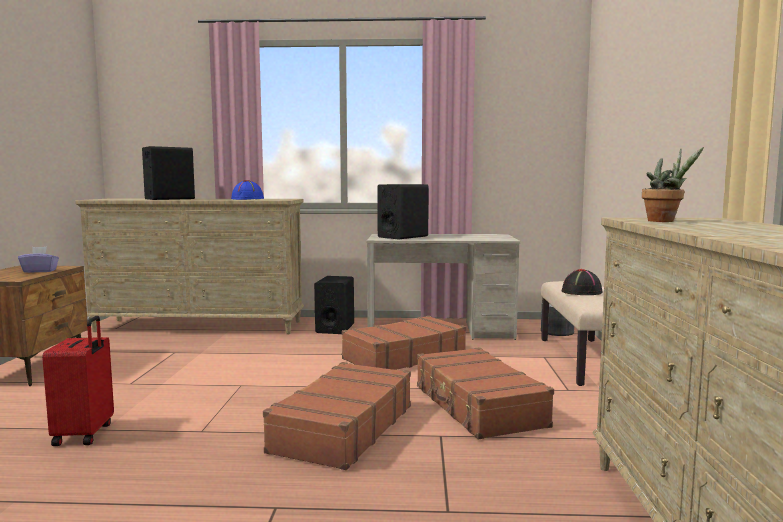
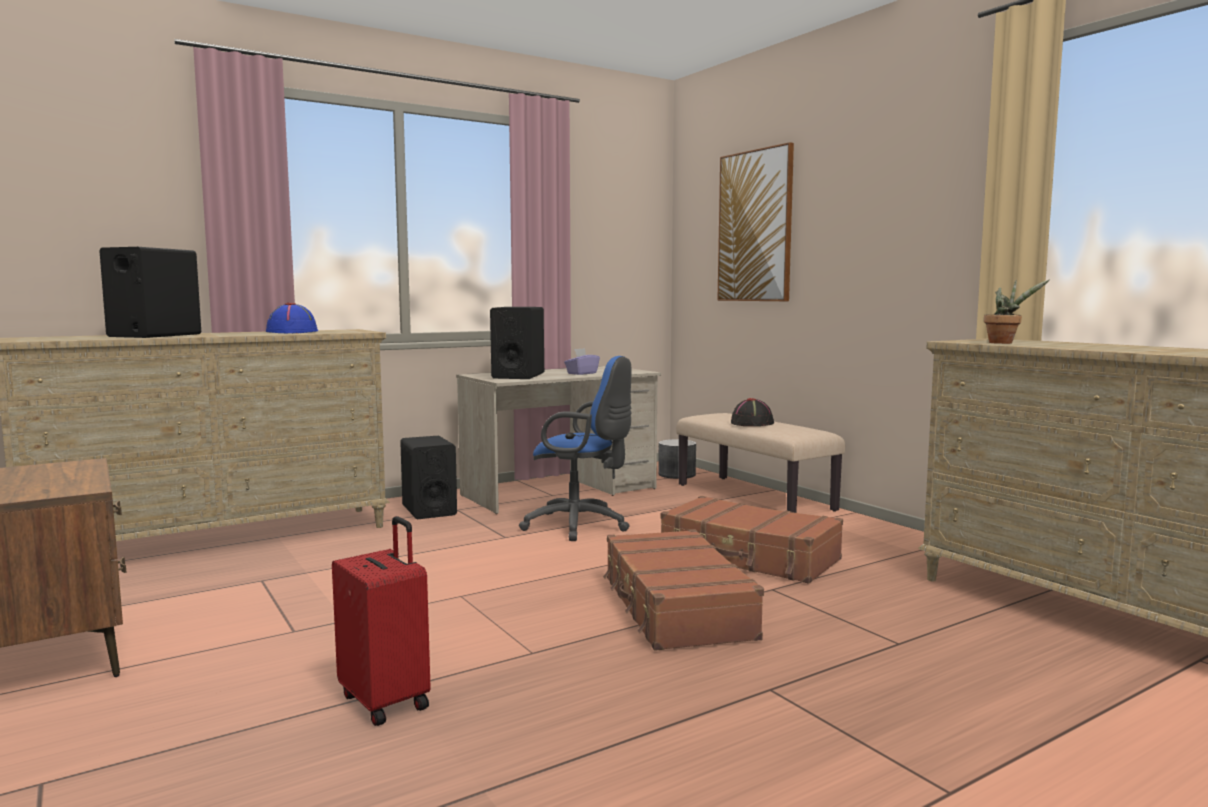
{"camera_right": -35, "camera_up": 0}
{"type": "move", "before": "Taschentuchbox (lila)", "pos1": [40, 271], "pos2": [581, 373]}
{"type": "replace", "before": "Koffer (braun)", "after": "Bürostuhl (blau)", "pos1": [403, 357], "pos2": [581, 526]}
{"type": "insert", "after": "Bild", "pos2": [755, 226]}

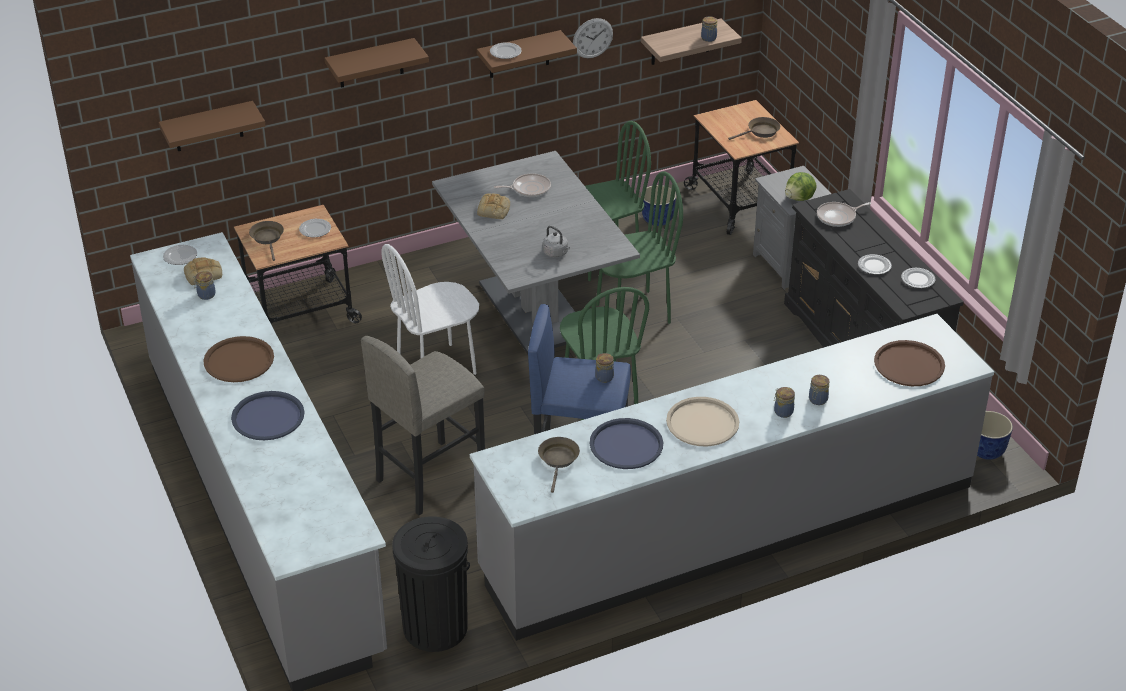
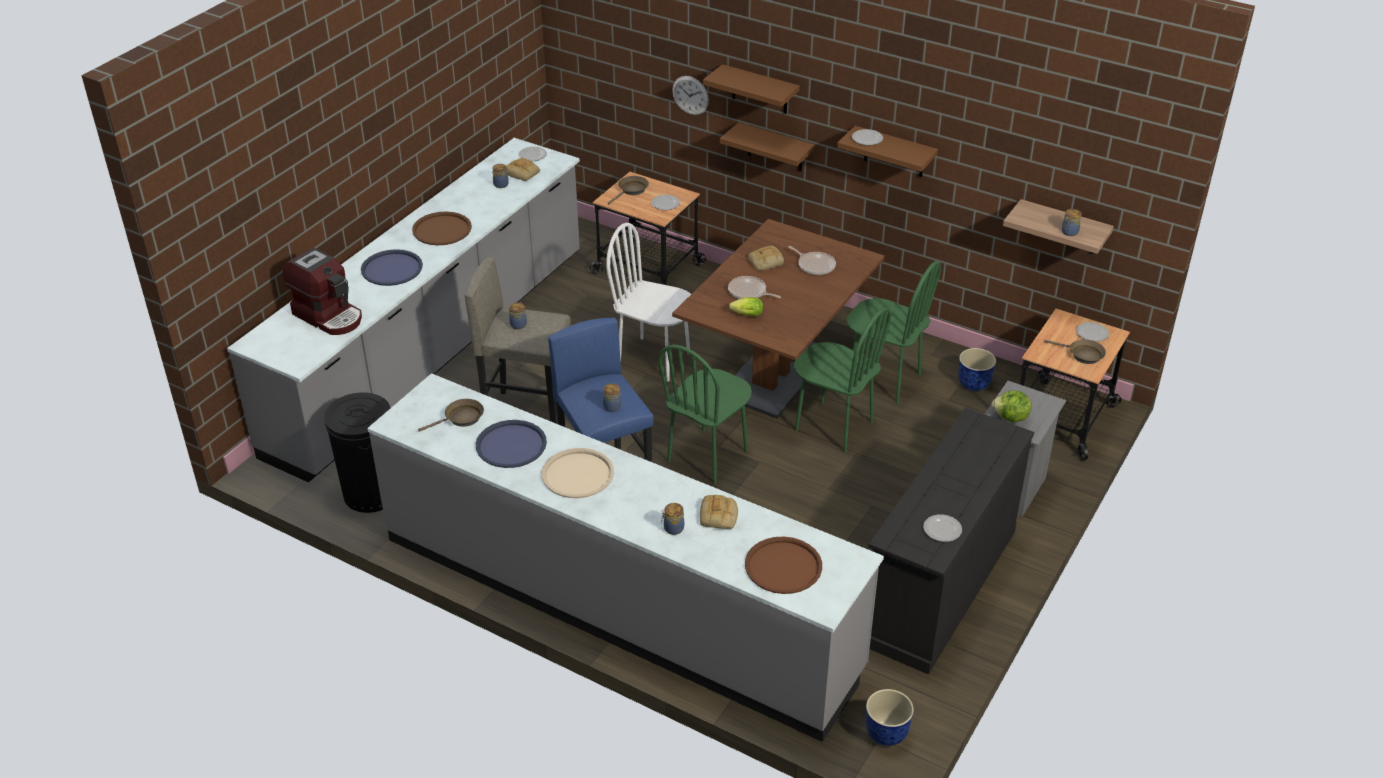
{"camera_right": 55, "camera_up": 0}
{"type": "move", "before": "Wanduhr", "pos1": [592, 38], "pos2": [690, 95]}
{"type": "move", "before": "Wandregal (braun)", "pos1": [208, 127], "pos2": [775, 148]}
{"type": "recolor", "before": "Esstisch (grau)", "after": "Esstisch (braun)", "pos1": [534, 310], "pos2": [776, 374]}
{"type": "move", "before": "Pfanne", "pos1": [838, 217], "pos2": [749, 292]}
{"type": "replace", "before": "Wasserkessel (grau)", "after": "Salatkopf", "pos1": [556, 253], "pos2": [745, 315]}
{"type": "move", "before": "Teller", "pos1": [874, 266], "pos2": [1092, 334]}
{"type": "move", "before": "Vorratsglas", "pos1": [782, 411], "pos2": [518, 324]}
{"type": "insert", "after": "Kaffeemaschine", "pos2": [329, 316]}
{"type": "insert", "after": "Brot", "pos2": [719, 516]}

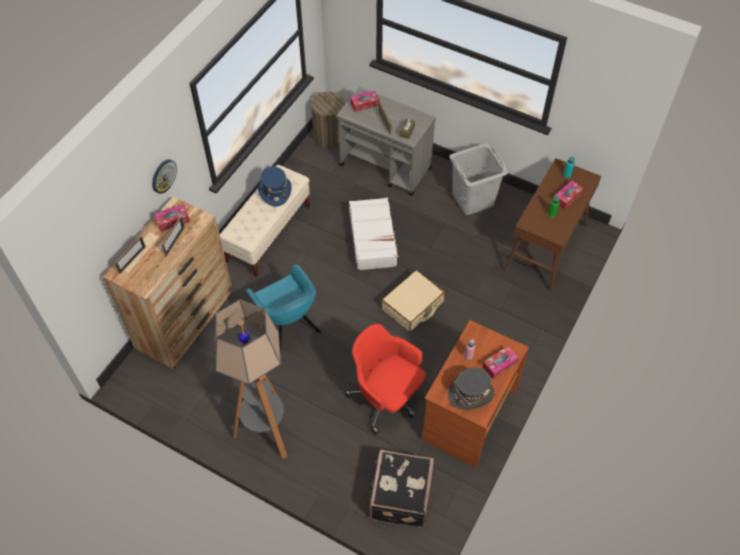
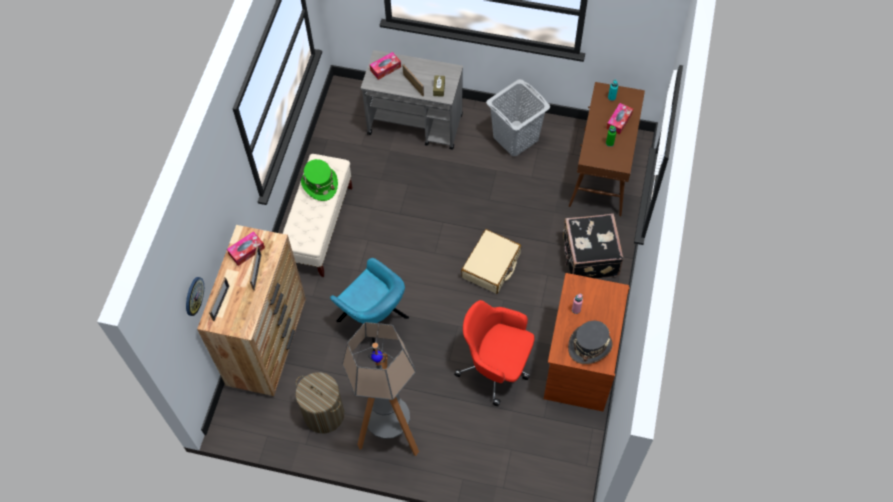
{"camera_right": -15, "camera_up": 5}
{"type": "move", "before": "Wäschekorb", "pos1": [329, 137], "pos2": [324, 414]}
{"type": "move", "before": "Wanduhr", "pos1": [163, 176], "pos2": [193, 296]}
{"type": "recolor", "before": "Hut (blau)", "after": "Hut (grün)", "pos1": [275, 191], "pos2": [319, 184]}
{"type": "delete", "before": "Koffer (weiß)", "pos1": [373, 239]}
{"type": "delete", "before": "Taschentuchbox", "pos1": [499, 365]}
{"type": "move", "before": "Koffer (schwarz)", "pos1": [399, 497], "pos2": [589, 257]}

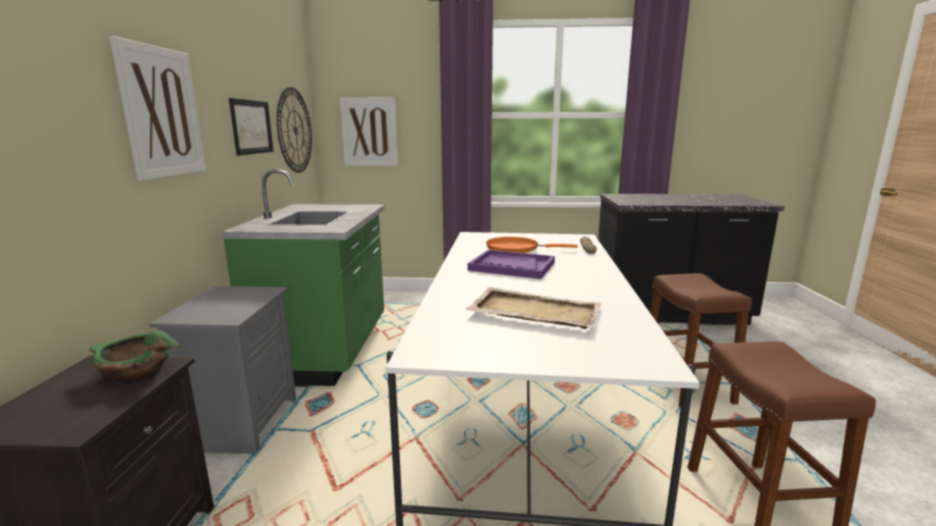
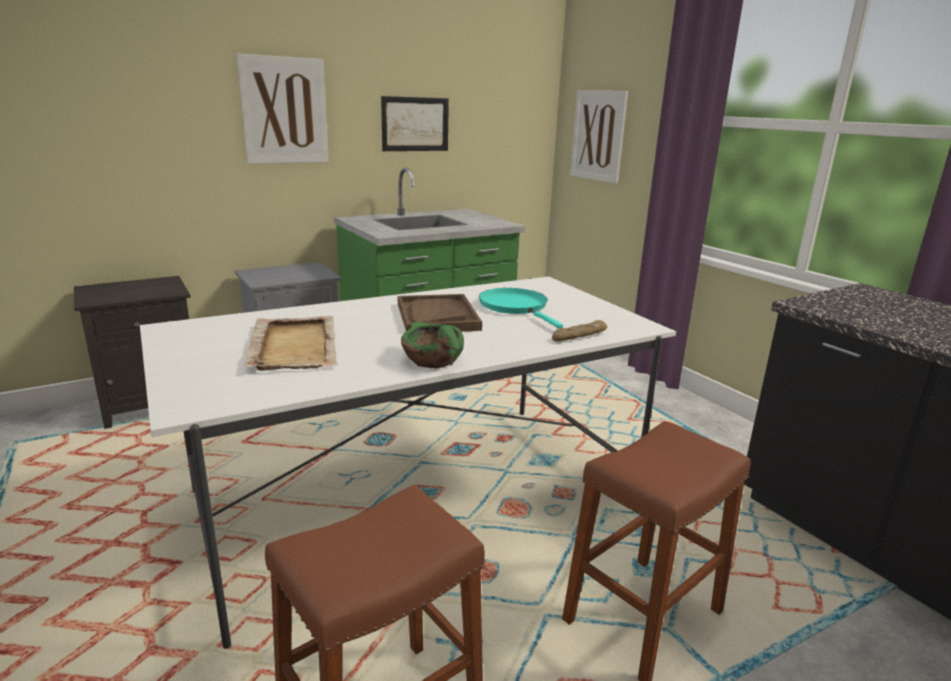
{"camera_right": 55, "camera_up": 5}
{"type": "delete", "before": "Wanduhr", "pos1": [295, 130]}
{"type": "recolor", "before": "Pfanne (orange)", "after": "Pfanne (türkis)", "pos1": [516, 248], "pos2": [515, 307]}
{"type": "recolor", "before": "Tablett (lila)", "after": "Tablett (braun)", "pos1": [511, 266], "pos2": [437, 316]}
{"type": "move", "before": "Schüssel (grün)", "pos1": [136, 371], "pos2": [432, 360]}

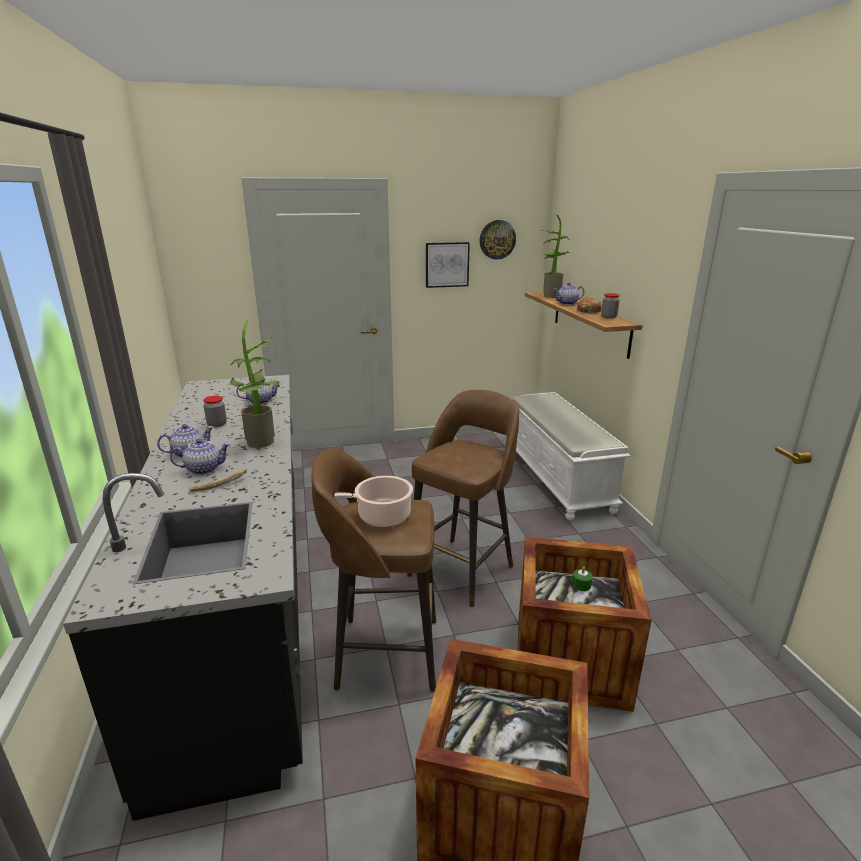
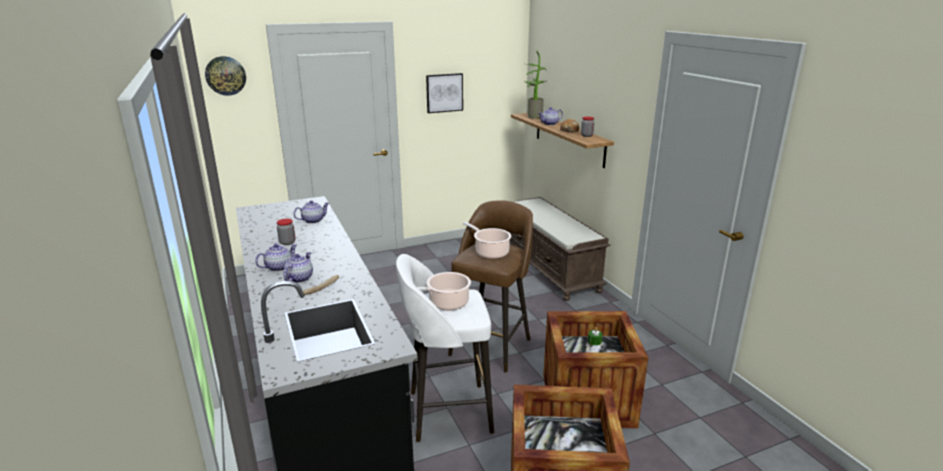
{"camera_right": -10, "camera_up": 0}
{"type": "move", "before": "Wanduhr", "pos1": [497, 239], "pos2": [225, 75]}
{"type": "delete", "before": "Topfpflanze", "pos1": [264, 443]}
{"type": "recolor", "before": "Bank (weiß)", "after": "Bank (braun)", "pos1": [558, 478], "pos2": [550, 269]}
{"type": "rotate", "before": "Teekanne", "pos1": [204, 469], "pos2": [299, 278], "turn": -45}
{"type": "recolor", "before": "Hocker (braun)", "after": "Hocker (weiß)", "pos1": [384, 652], "pos2": [447, 412]}
{"type": "insert", "after": "Kochtopf", "pos2": [490, 252]}

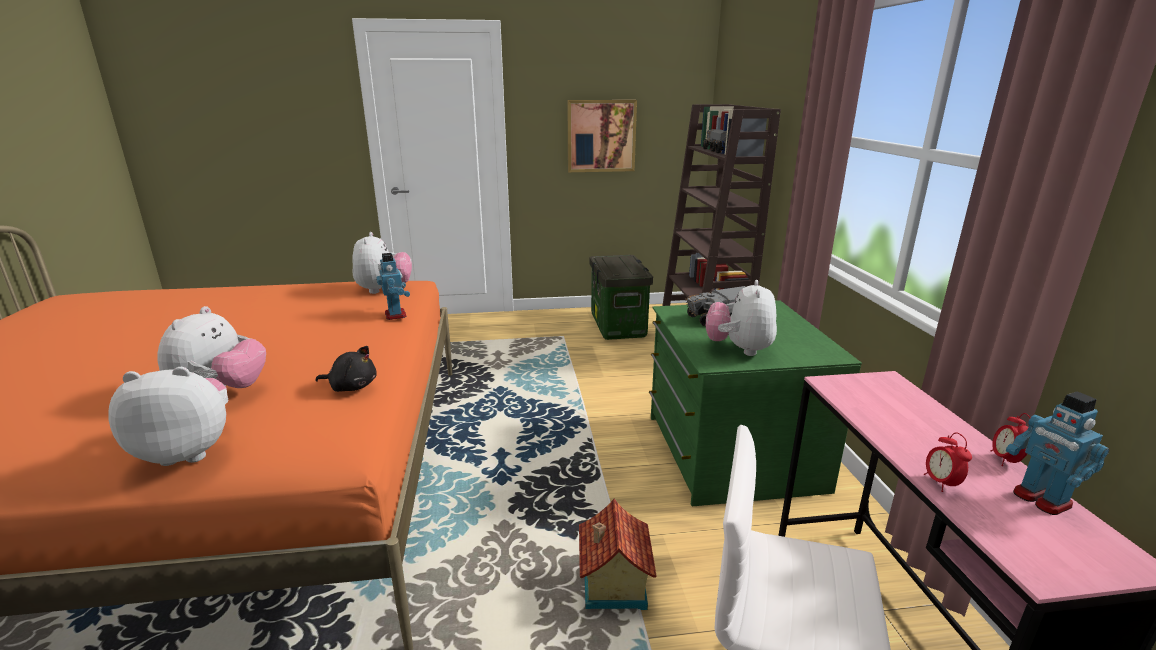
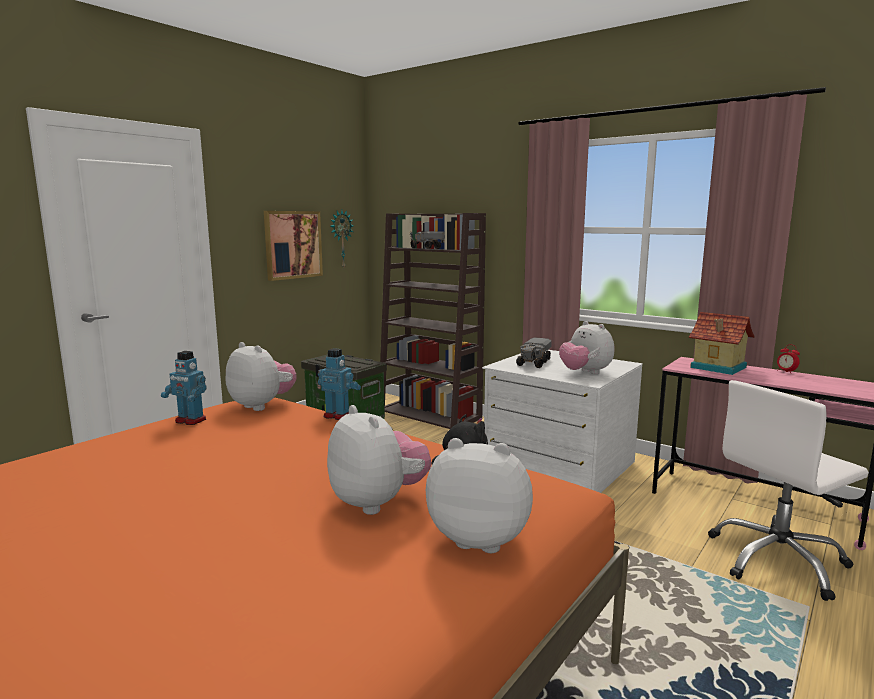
{"camera_right": -45, "camera_up": -10}
{"type": "recolor", "before": "Kommode (grün)", "after": "Kommode (weiß)", "pos1": [730, 452], "pos2": [558, 465]}
{"type": "rotate", "before": "Plüschtier", "pos1": [188, 451], "pos2": [481, 538], "turn": 75}
{"type": "move", "before": "Spielzeugroboter", "pos1": [1040, 499], "pos2": [190, 421]}
{"type": "delete", "before": "Wecker", "pos1": [941, 483]}
{"type": "move", "before": "Spielzeughaus", "pos1": [612, 586], "pos2": [718, 367]}
{"type": "insert", "after": "Wanduhr", "pos2": [340, 239]}

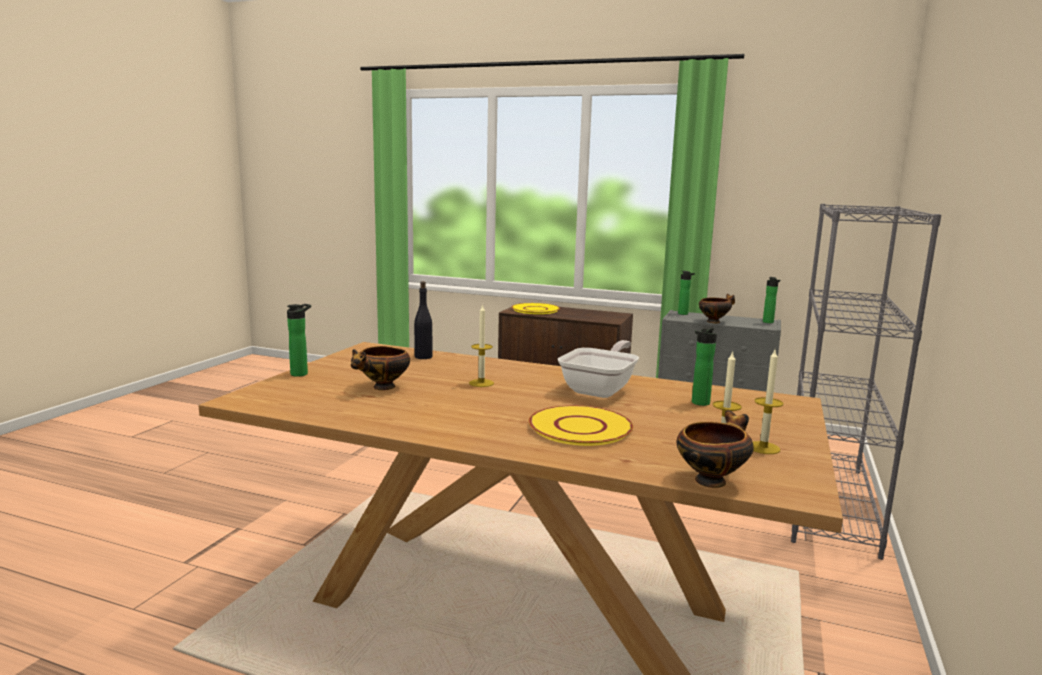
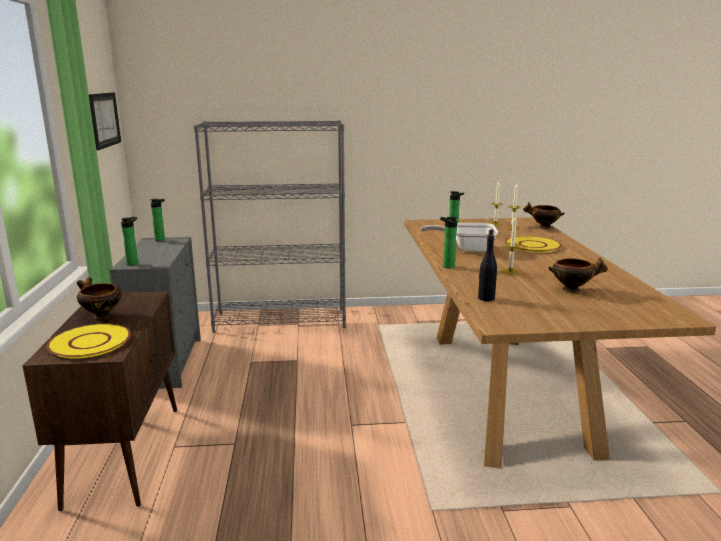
{"camera_right": -115, "camera_up": 5}
{"type": "move", "before": "Schüssel", "pos1": [714, 322], "pos2": [100, 316]}
{"type": "move", "before": "Flasche", "pos1": [301, 373], "pos2": [446, 266]}
{"type": "insert", "after": "Bild", "pos2": [104, 120]}

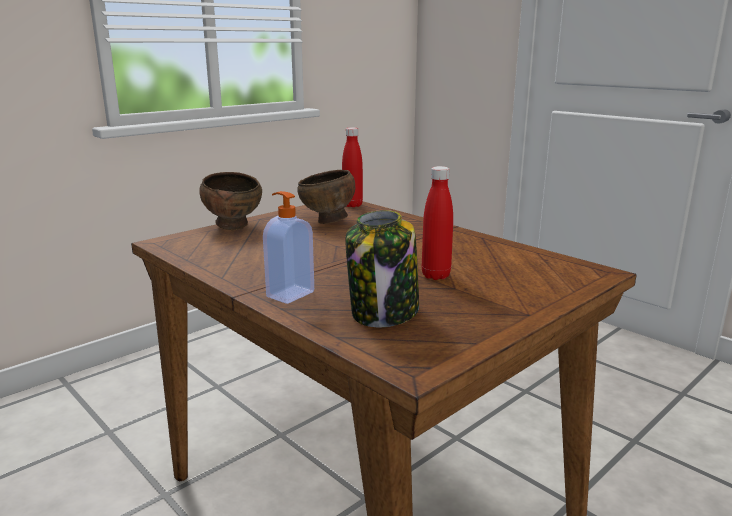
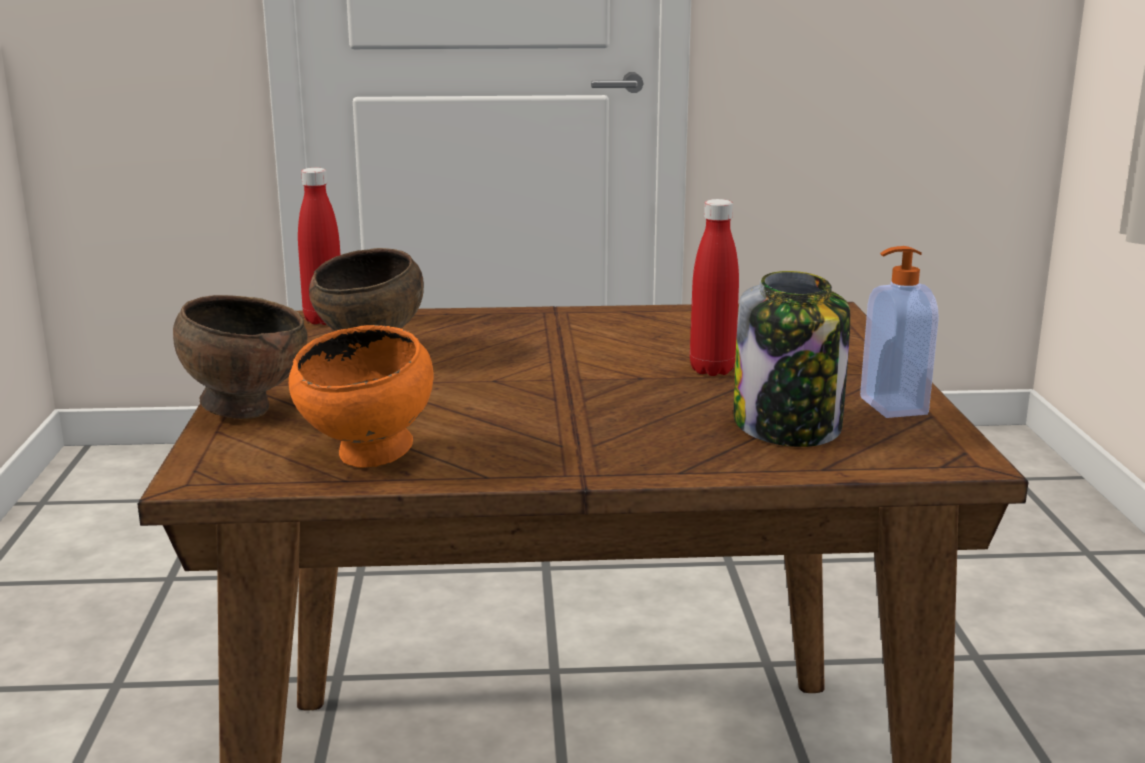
{"camera_right": -50, "camera_up": 0}
{"type": "move", "before": "Seifenspender", "pos1": [289, 294], "pos2": [891, 406]}
{"type": "insert", "after": "Schüssel (orange)", "pos2": [369, 459]}

